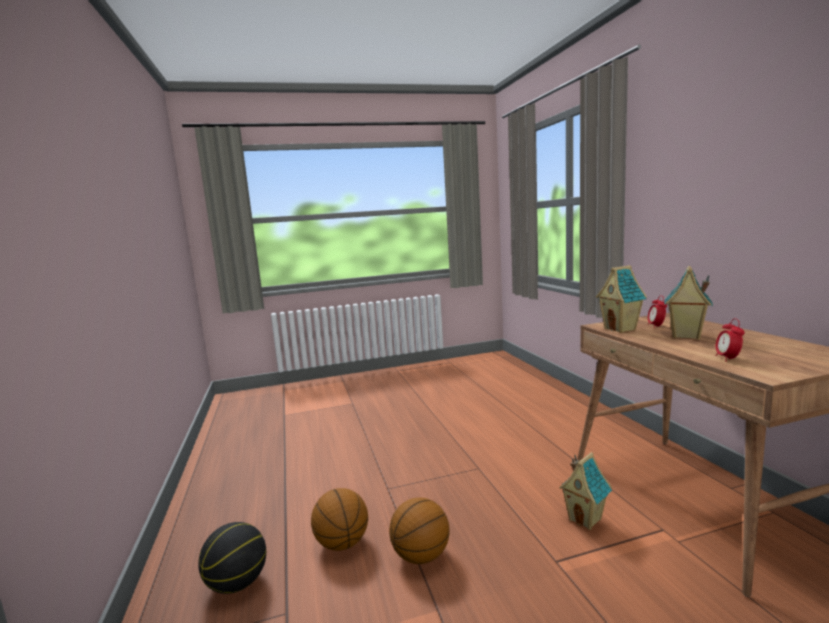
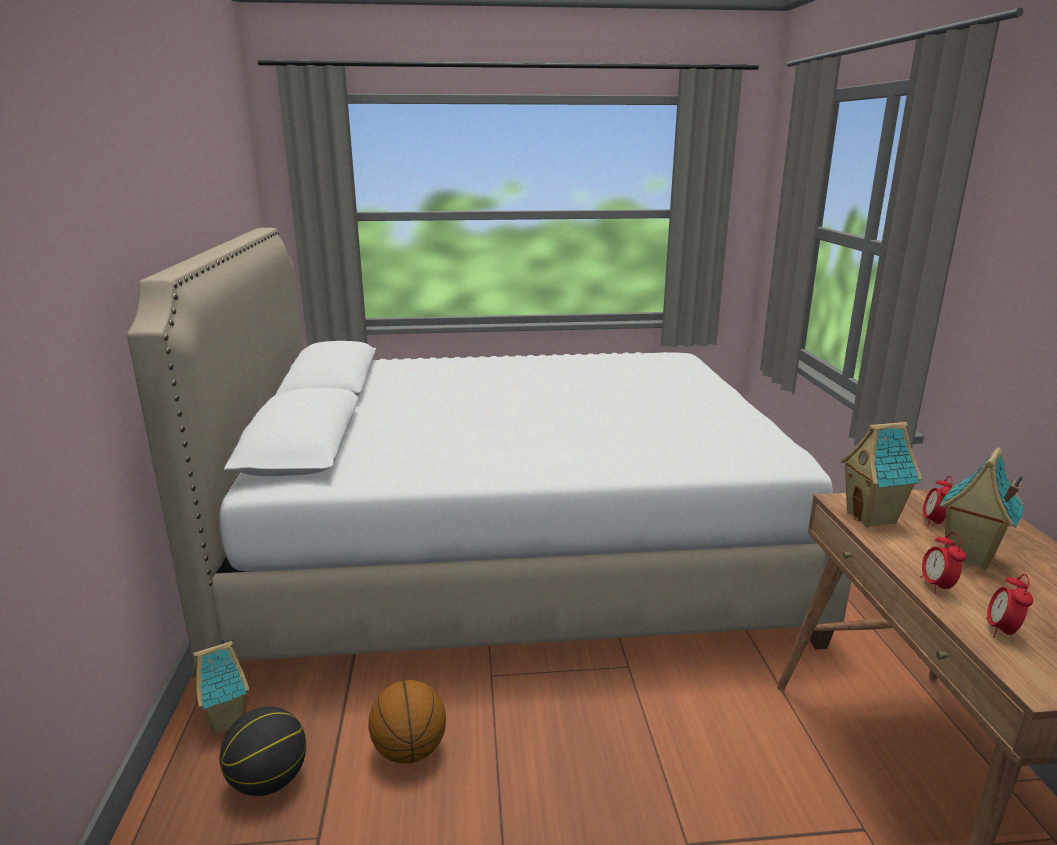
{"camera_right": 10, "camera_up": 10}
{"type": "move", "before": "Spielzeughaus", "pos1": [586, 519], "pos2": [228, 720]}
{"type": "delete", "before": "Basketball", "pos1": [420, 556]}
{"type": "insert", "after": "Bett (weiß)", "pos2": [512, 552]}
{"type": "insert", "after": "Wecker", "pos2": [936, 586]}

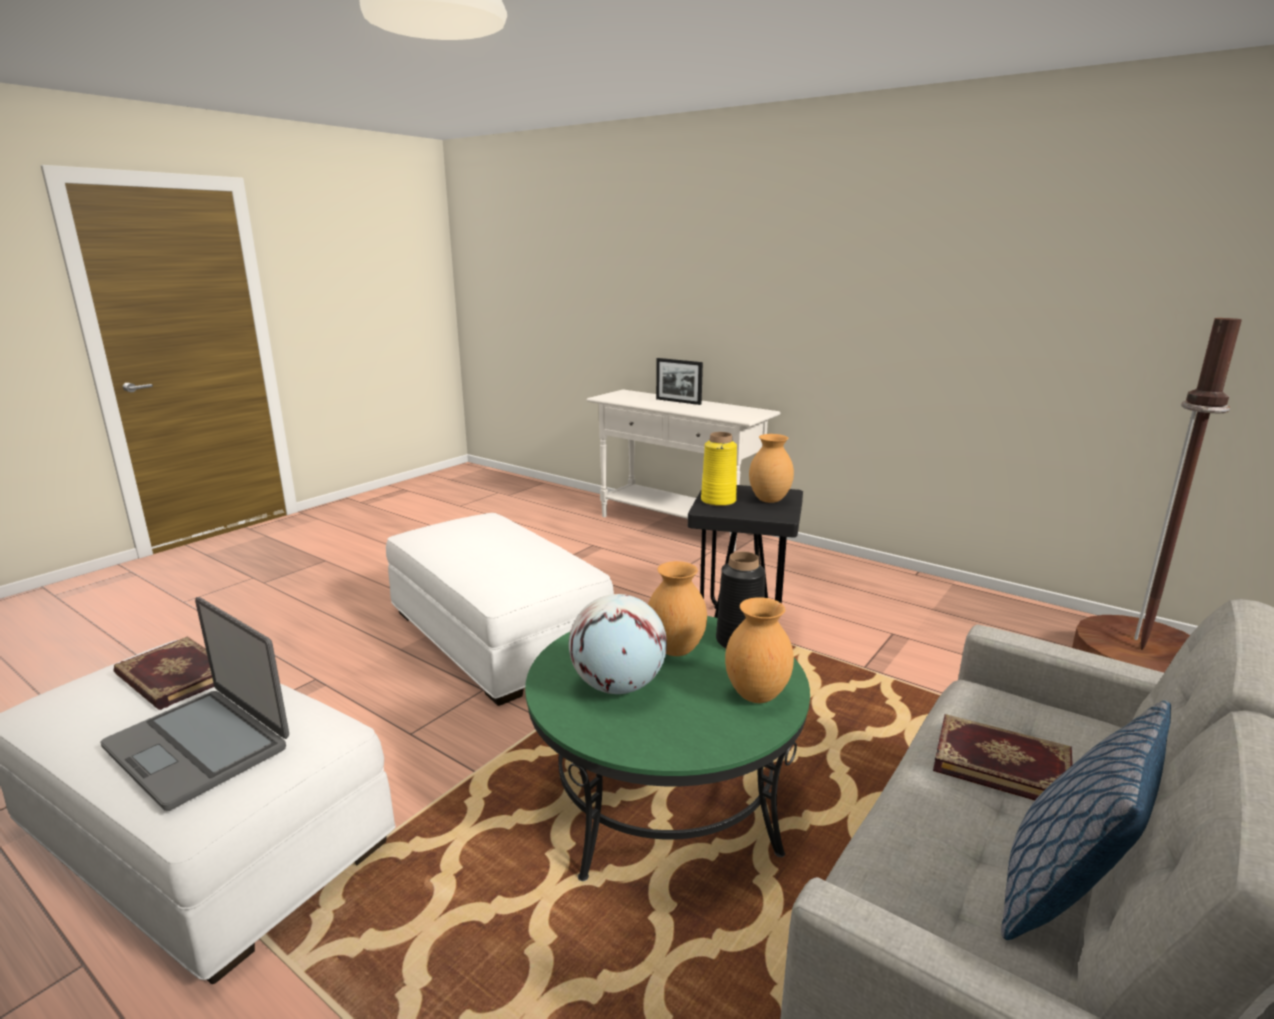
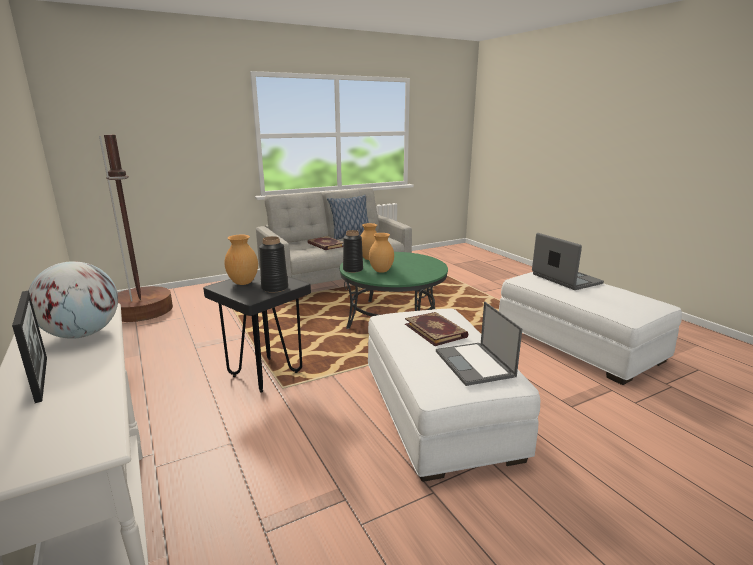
{"camera_right": -155, "camera_up": 0}
{"type": "recolor", "before": "Vase (gelb)", "after": "Vase (schwarz)", "pos1": [718, 500], "pos2": [274, 288]}
{"type": "move", "before": "Globus", "pos1": [618, 686], "pos2": [82, 334]}
{"type": "move", "before": "Buch", "pos1": [173, 677], "pos2": [436, 330]}
{"type": "insert", "after": "Laptop", "pos2": [475, 364]}

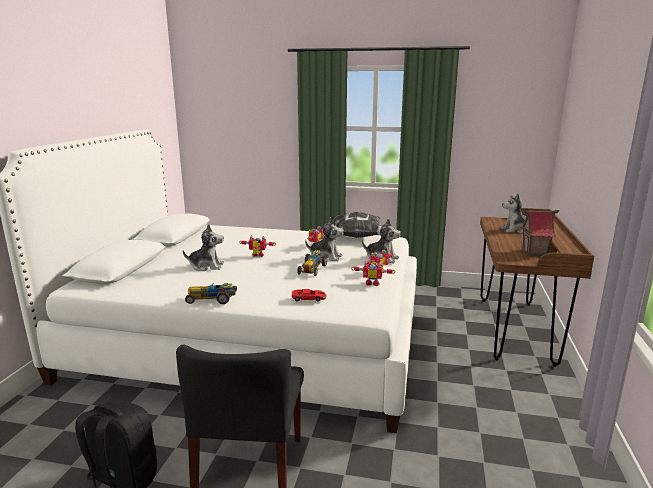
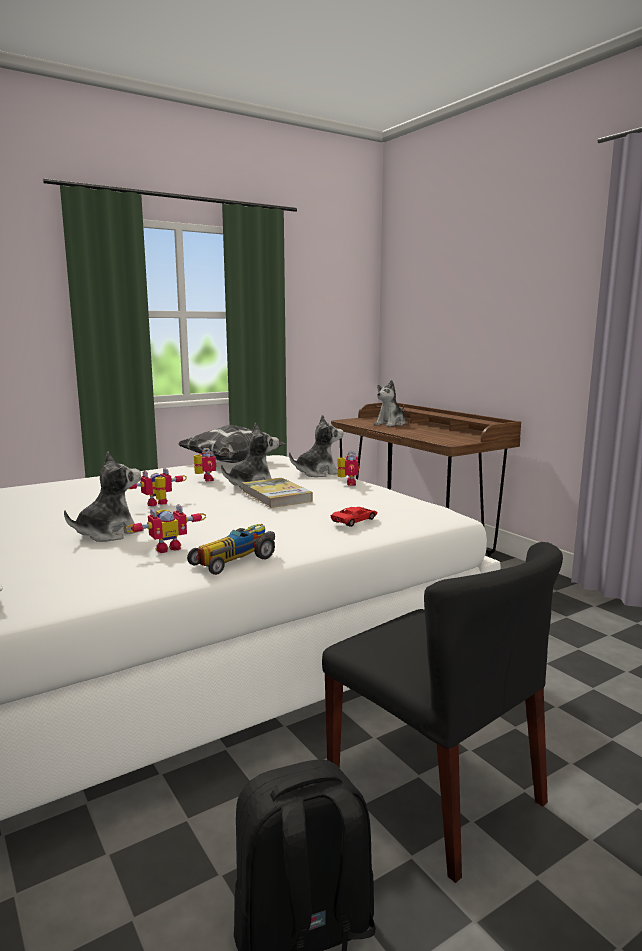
{"camera_right": -45, "camera_up": -5}
{"type": "delete", "before": "Spielzeughaus", "pos1": [535, 252]}
{"type": "replace", "before": "Spielzeugauto", "after": "Buch", "pos1": [312, 268], "pos2": [276, 496]}
{"type": "move", "before": "Spielzeugroboter", "pos1": [372, 283], "pos2": [167, 548]}

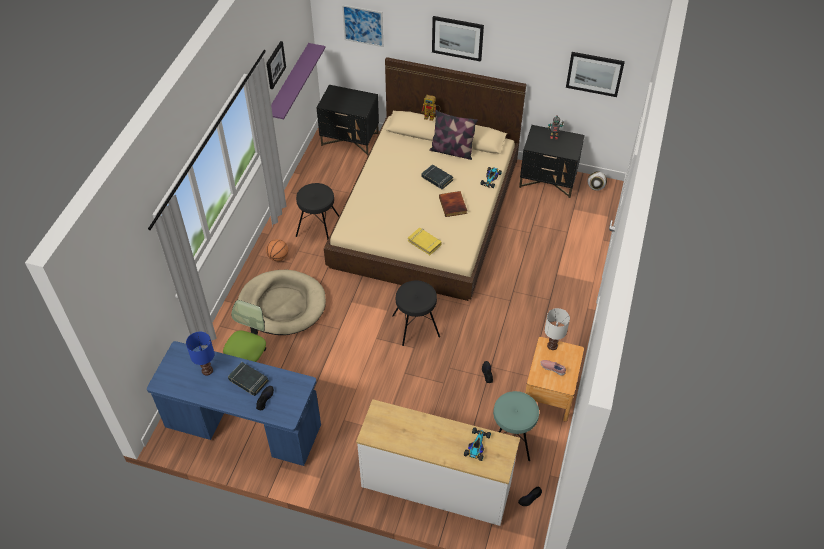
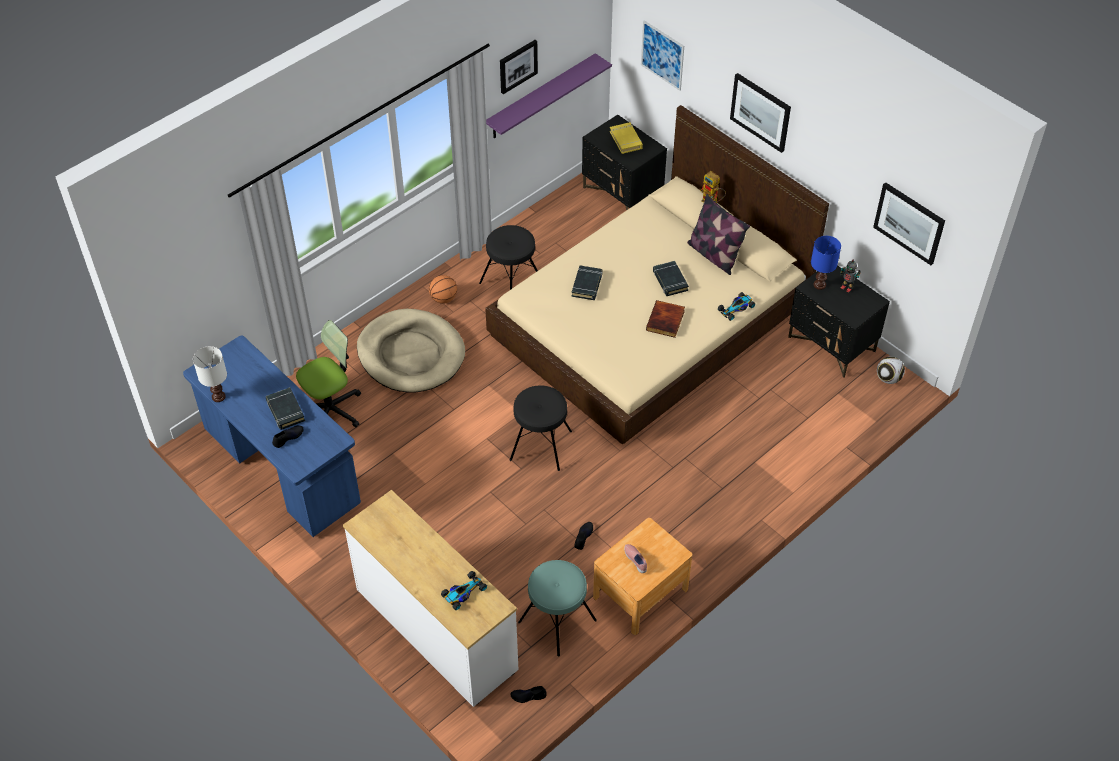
{"camera_right": 30, "camera_up": 0}
{"type": "move", "before": "Buch (gelb)", "pos1": [424, 243], "pos2": [626, 140]}
{"type": "move", "before": "Tischlampe (weiß)", "pos1": [552, 346], "pos2": [218, 397]}
{"type": "move", "before": "Tischlampe (blau)", "pos1": [207, 370], "pos2": [820, 284]}
{"type": "insert", "after": "Buch (schwarz)", "pos2": [587, 285]}

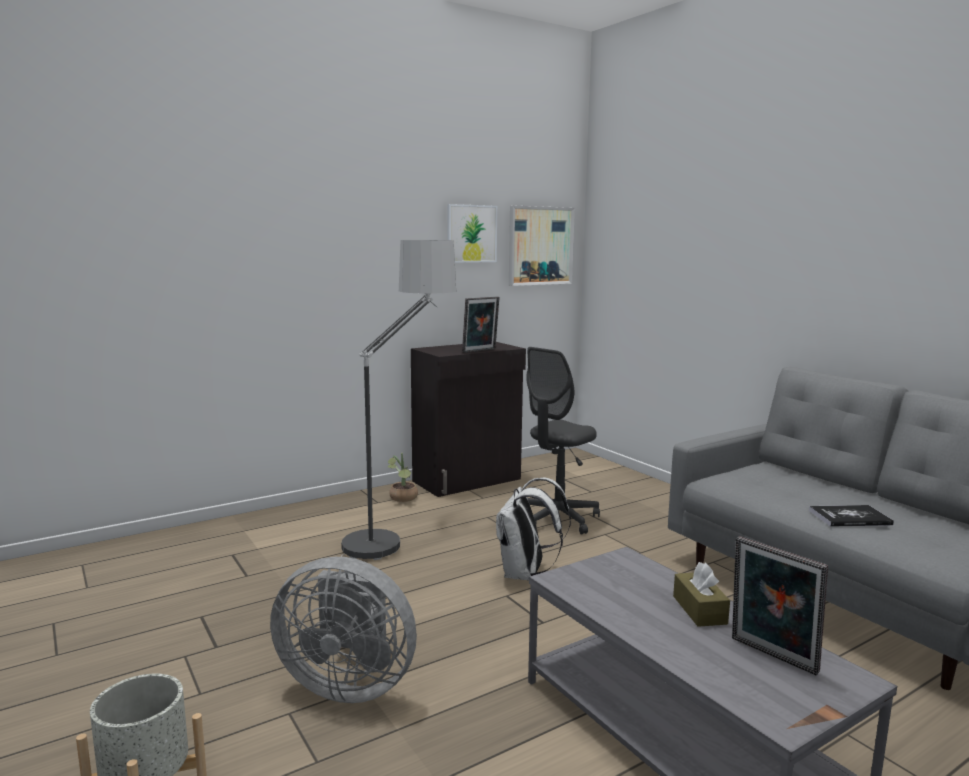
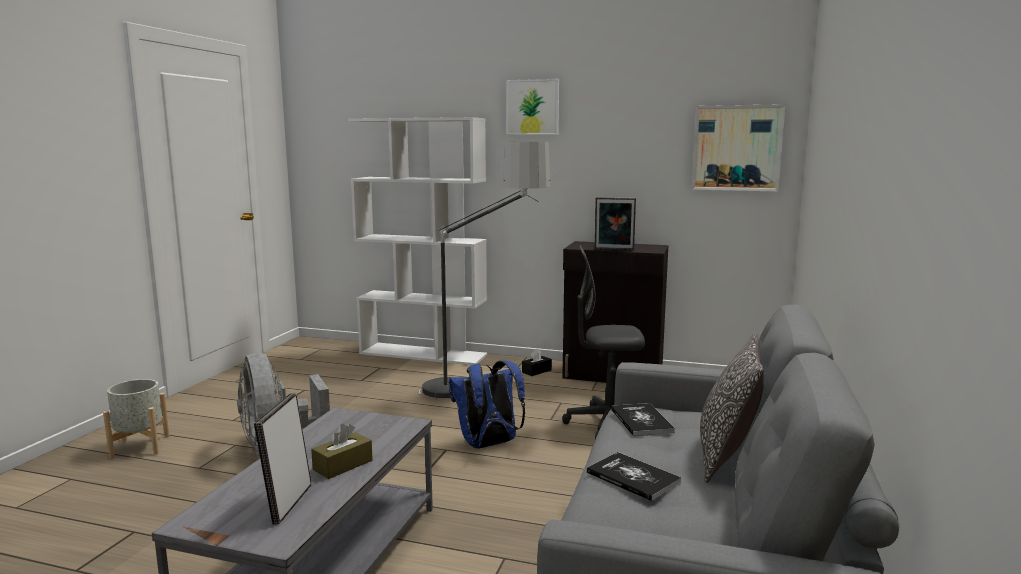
{"camera_right": 50, "camera_up": 0}
{"type": "move", "before": "Bild", "pos1": [471, 233], "pos2": [532, 107]}
{"type": "replace", "before": "Topfpflanze", "after": "Taschentuchbox (schwarz)", "pos1": [402, 499], "pos2": [536, 371]}
{"type": "recolor", "before": "Rucksack (weiß)", "after": "Rucksack (blau)", "pos1": [525, 574], "pos2": [488, 445]}
{"type": "insert", "after": "Bücherregal (weiß)", "pos2": [424, 354]}
{"type": "insert", "after": "Kissen", "pos2": [726, 456]}
{"type": "insert", "after": "Buch", "pos2": [641, 421]}

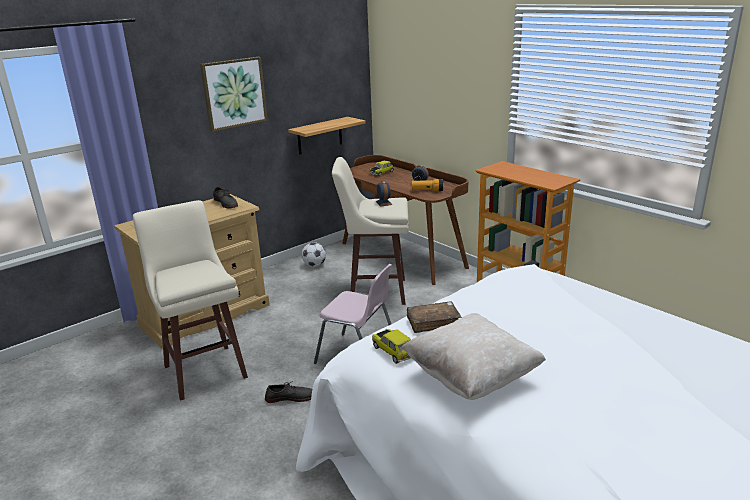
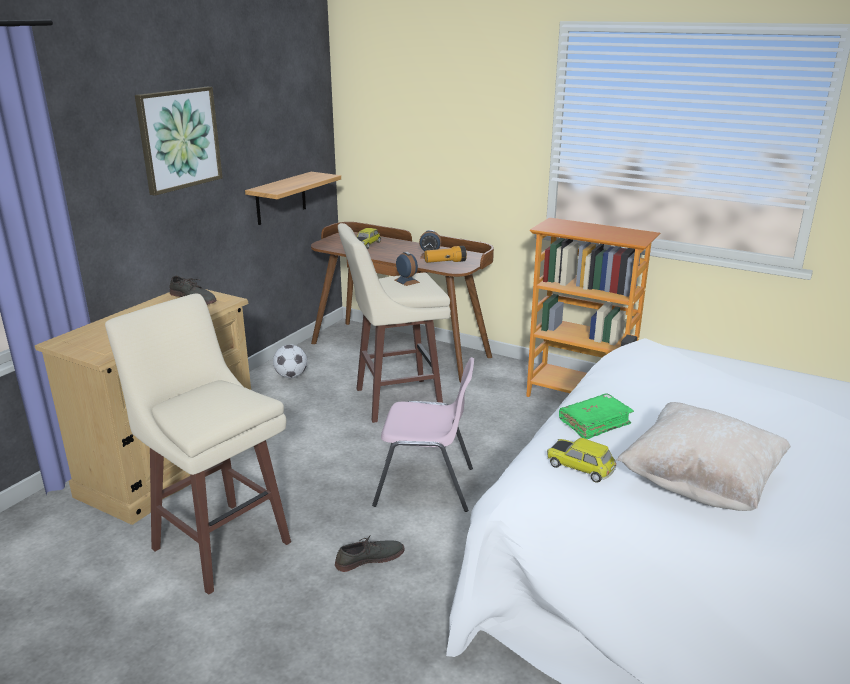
{"camera_right": -20, "camera_up": 0}
{"type": "recolor", "before": "Buch (braun)", "after": "Buch (grün)", "pos1": [433, 322], "pos2": [594, 423]}

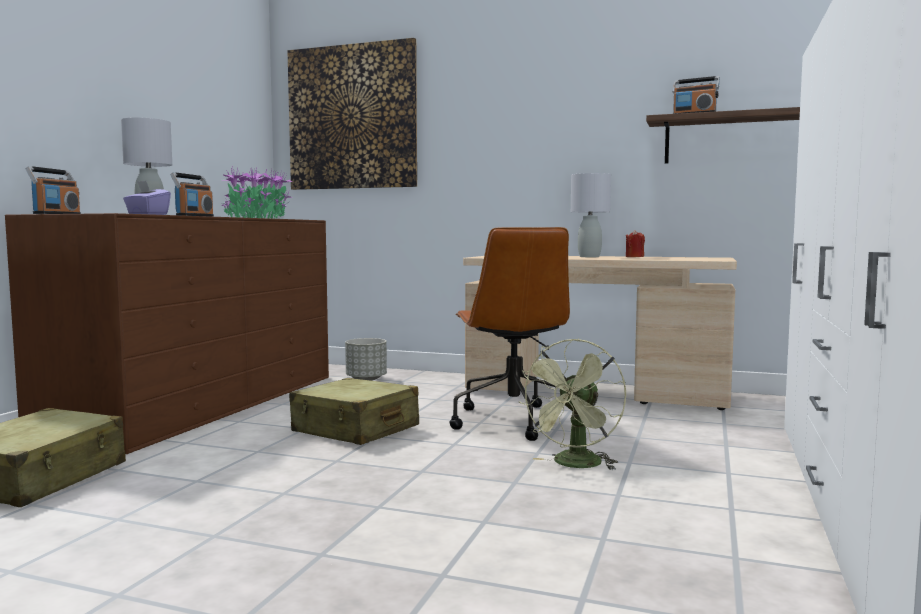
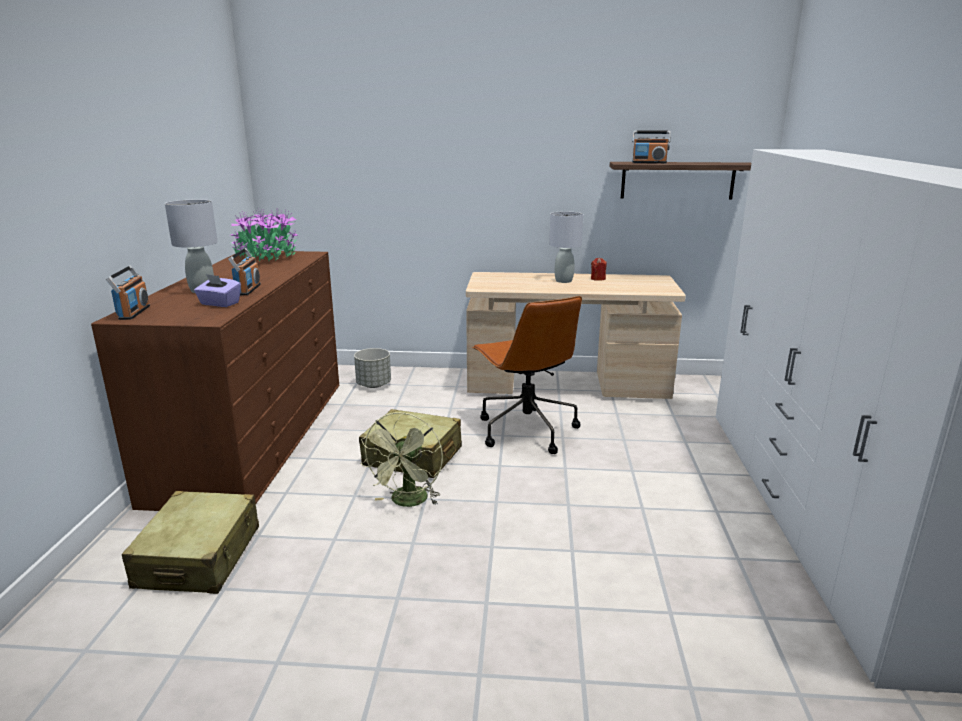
{"camera_right": -15, "camera_up": 15}
{"type": "delete", "before": "Bild", "pos1": [352, 117]}
{"type": "move", "before": "Ventilator (grün)", "pos1": [575, 465], "pos2": [407, 502]}

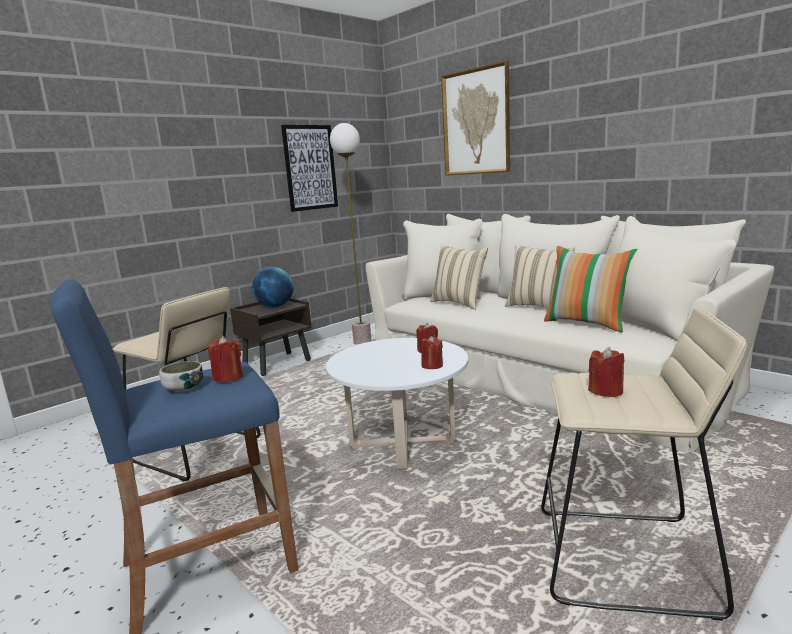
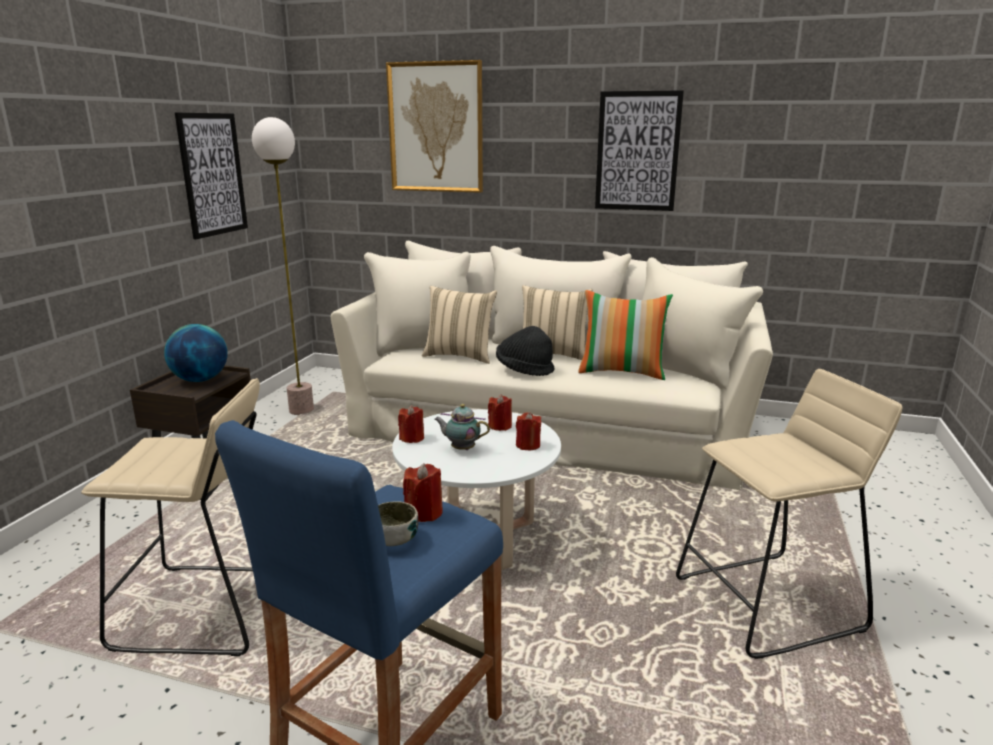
{"camera_right": -30, "camera_up": 5}
{"type": "move", "before": "Kerze (rot)", "pos1": [606, 391], "pos2": [412, 438]}
{"type": "insert", "after": "Bild", "pos2": [637, 151]}
{"type": "insert", "after": "Hut (schwarz)", "pos2": [524, 370]}
{"type": "insert", "after": "Teekanne", "pos2": [461, 449]}

